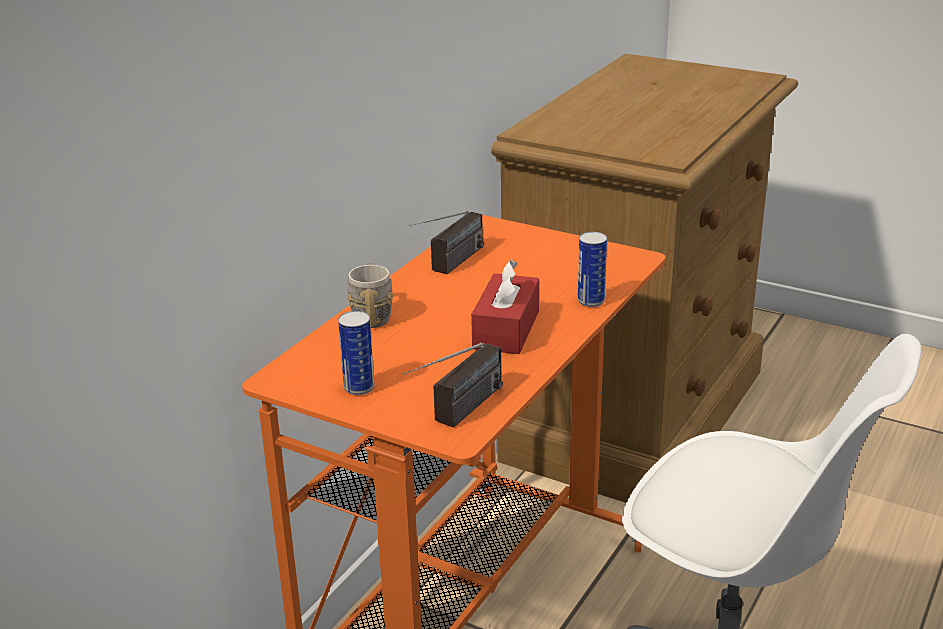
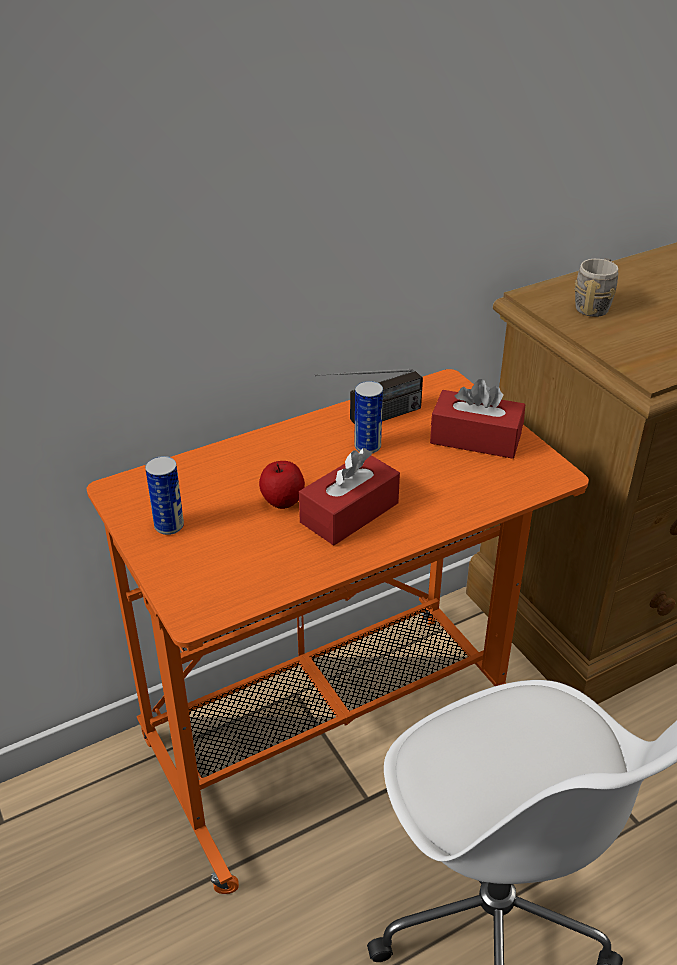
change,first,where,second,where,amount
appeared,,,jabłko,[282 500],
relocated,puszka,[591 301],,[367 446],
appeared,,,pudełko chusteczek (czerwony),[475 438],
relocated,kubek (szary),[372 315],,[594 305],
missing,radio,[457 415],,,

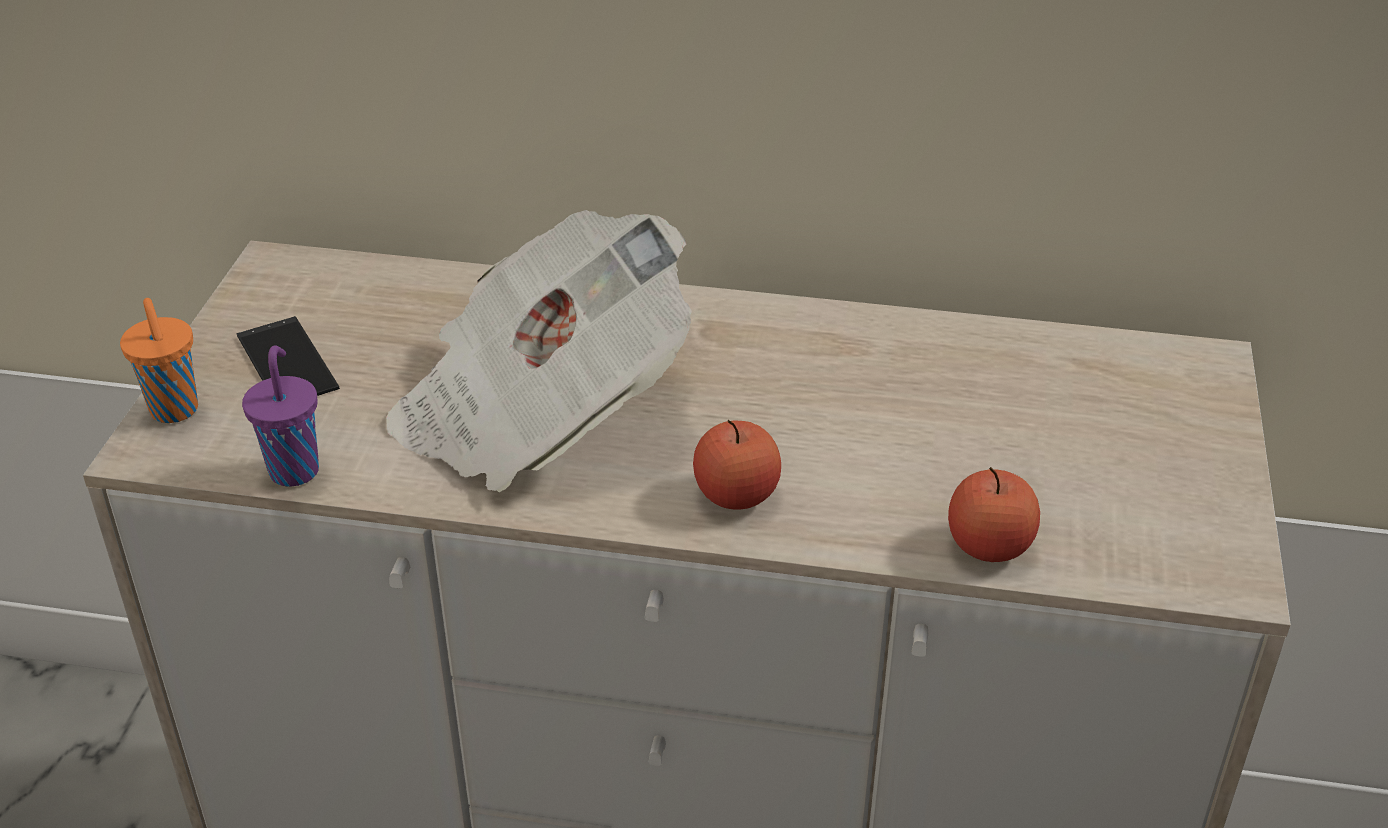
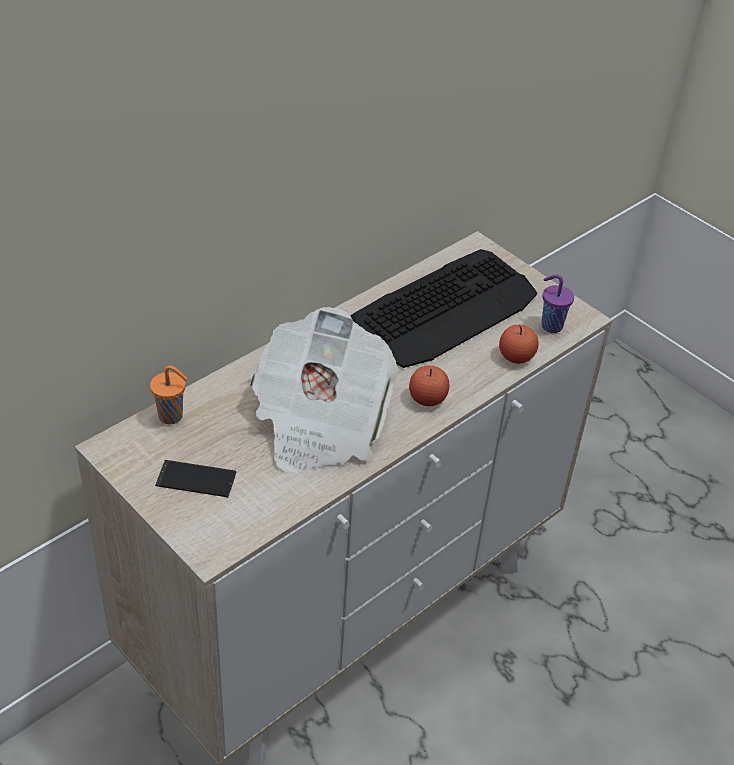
change,first,where,second,where,amount
relocated,filiżanka (pomarańczowy),[175 411],,[172 416],
appeared,,,klawiatura,[445 309],
relocated,filiżanka (fioletowy),[294 469],,[550 325],

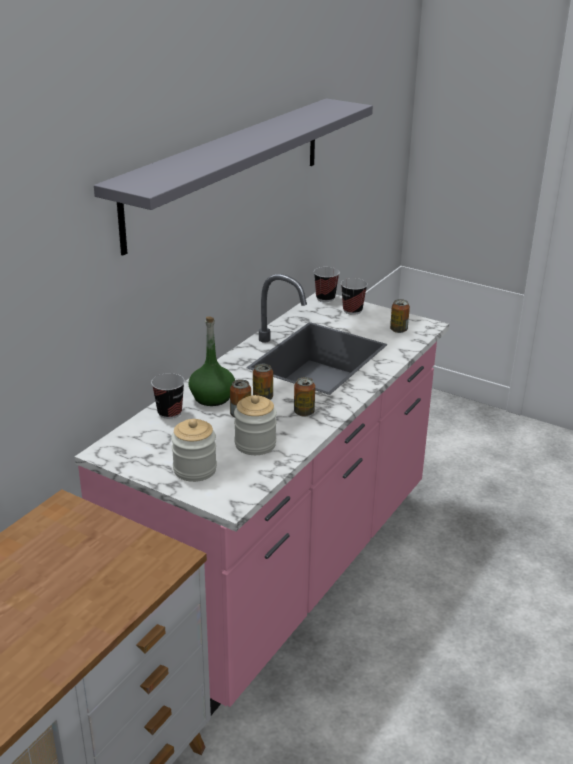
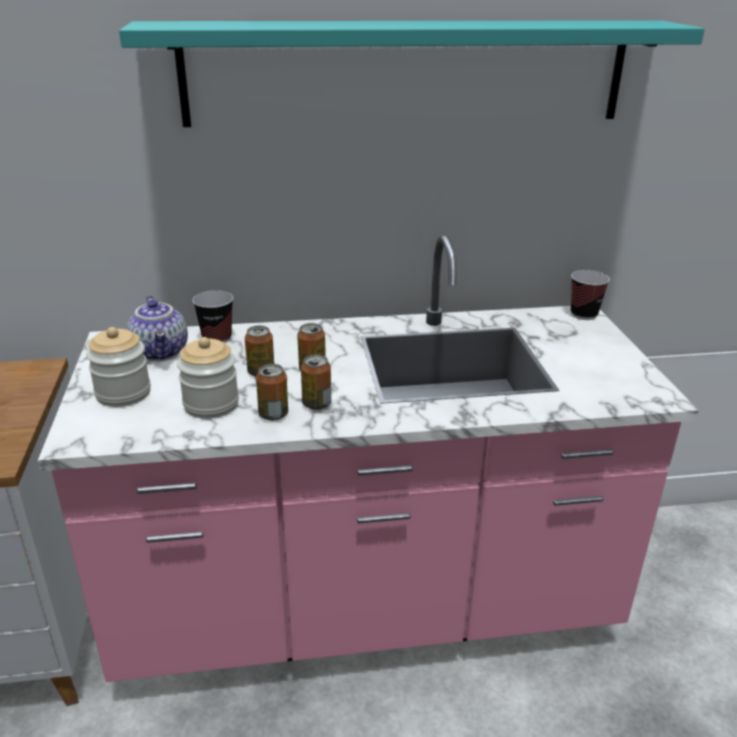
change,first,where,second,where,amount
colour,półka (szary),[228 169],półka (turkusowy),[407 73],
appeared,,,imbryk,[162 352],
relocated,puszka,[398 330],,[273 414],
missing,butelka (zielony),[212 397],,,
missing,filiżanka,[352 310],,,

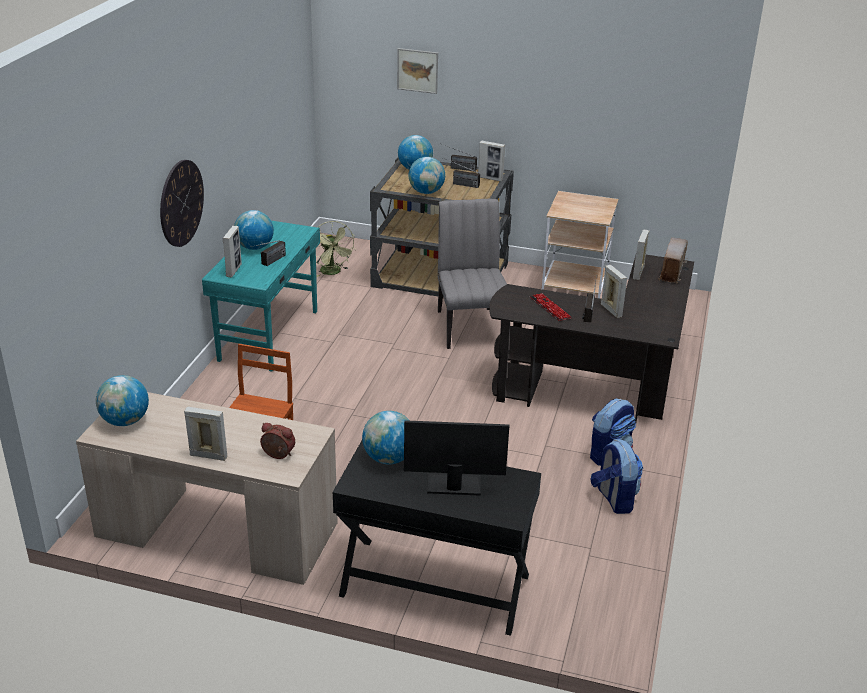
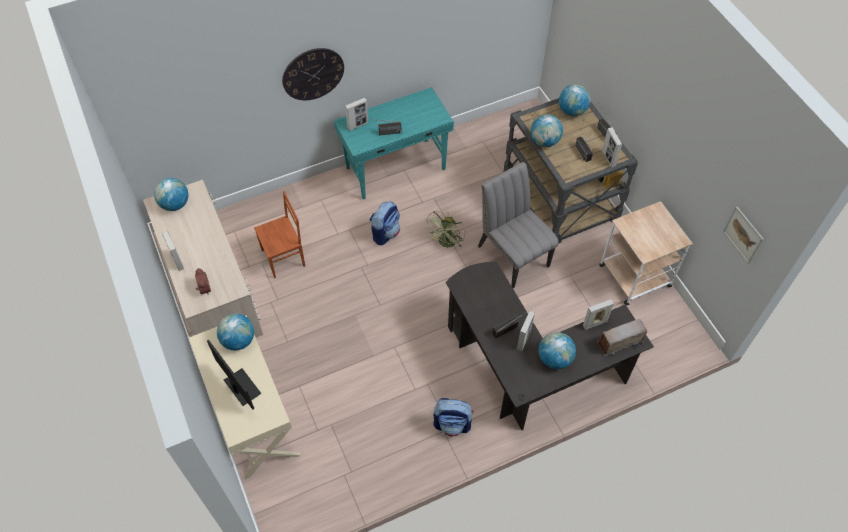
change,first,where,second,where,amount
colour,stolik konsolowy (czarny),[434 586],stolik konsolowy (beżowy),[253 416],
relocated,plecak,[614 499],,[385 233],
relocated,wentylator (zielony),[333 272],,[446 243],
spun,krzesło (szary),[469 328],,[513 256],75 degrees counterclockwise
relocated,globus,[254 247],,[554 358],
relocated,obraz,[417 70],,[743 234],
missing,klawiatura,[550 308],,,

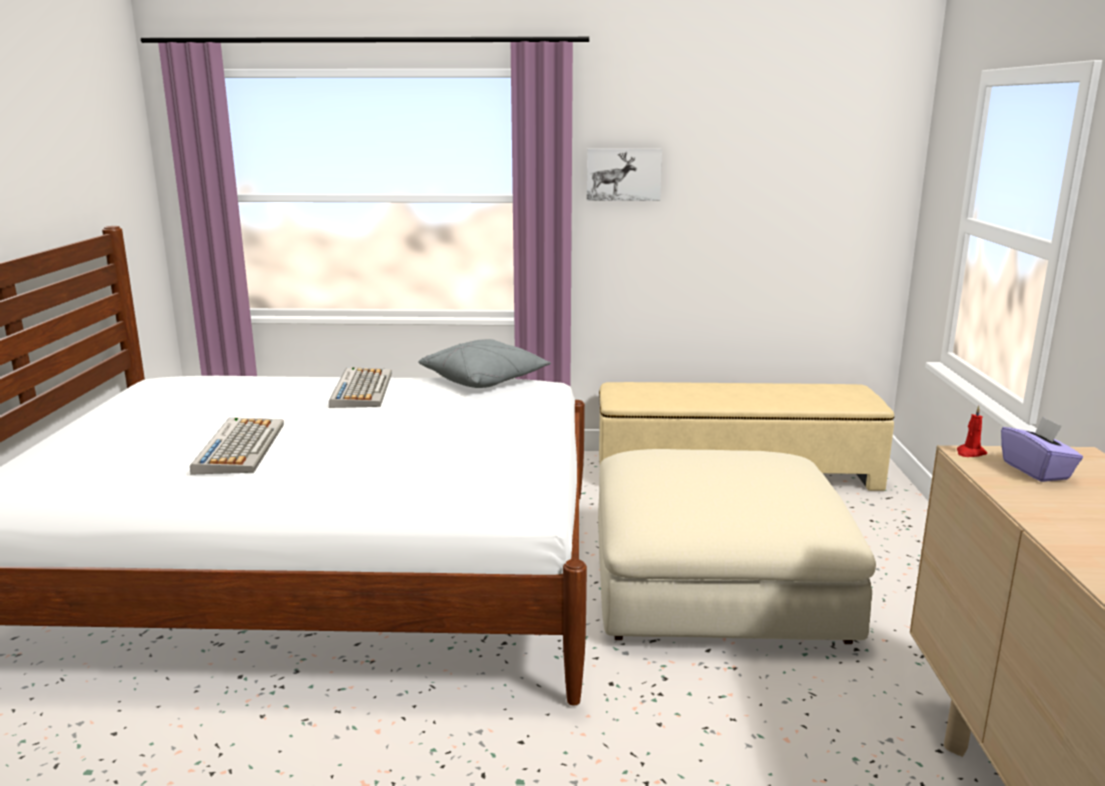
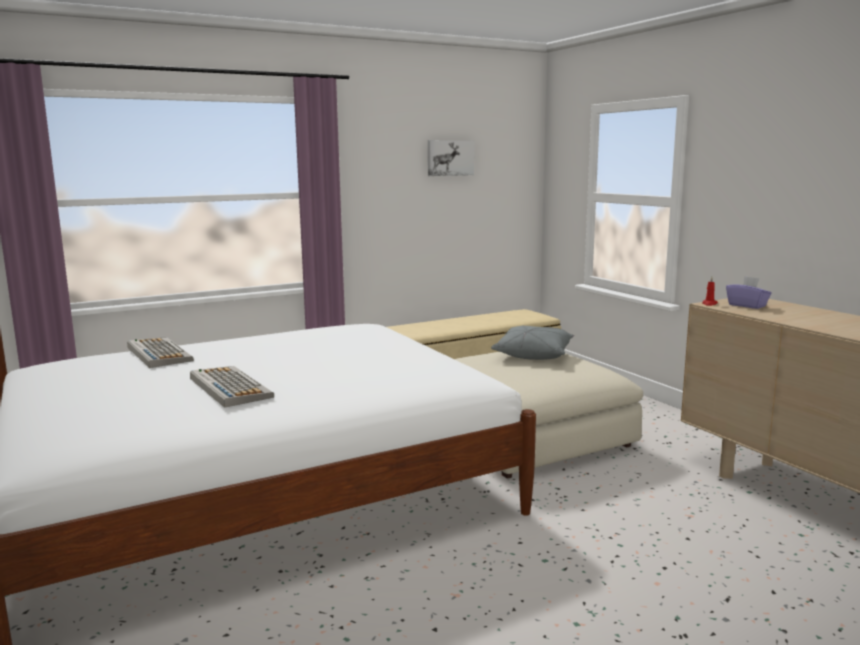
change,first,where,second,where,amount
relocated,klawiatura,[361 389],,[158 353],
relocated,obraz,[623 174],,[450 158],
relocated,poduszka (szary),[485 380],,[533 355],

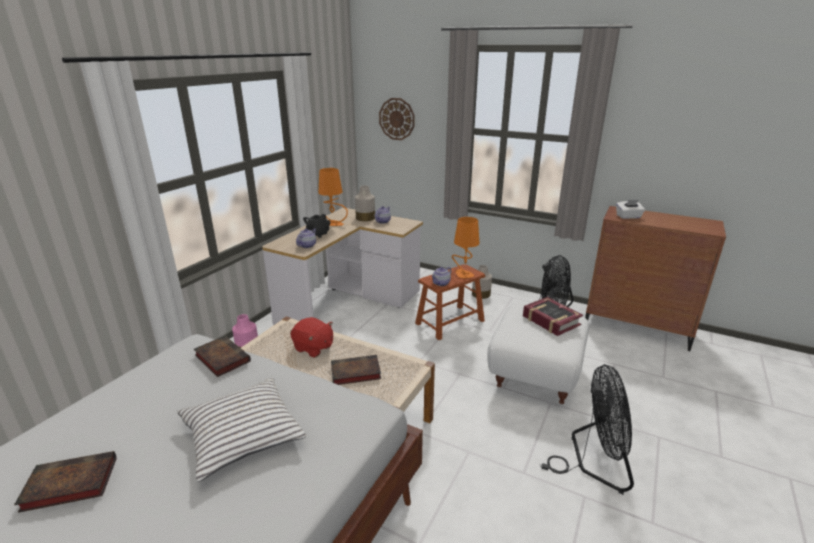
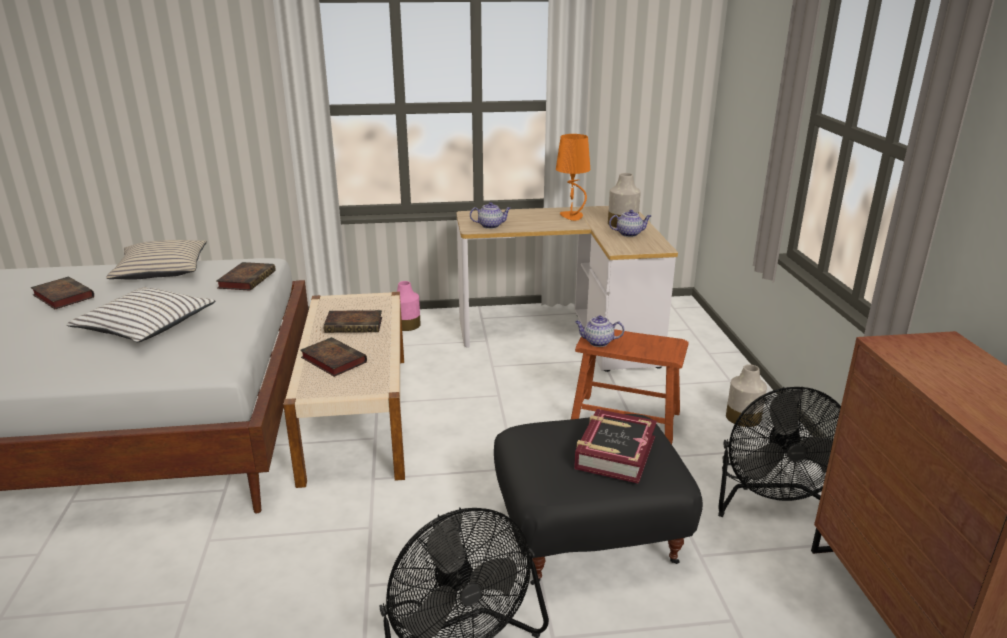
change,first,where,second,where,amount
appeared,,,poduszka (beżowy),[161 270],
exchanged,pluszak (czerwony),[313 348],książka,[355 325],
colour,pufa (biały),[534 374],pufa (czarny),[589 534],
missing,imbryk (czarny),[317 234],,,
missing,zegar ścienny,[397 119],,,
missing,lampa stołowa (pomarańczowy),[463 274],,,
missing,pudełko chusteczek (biały),[628 217],,,

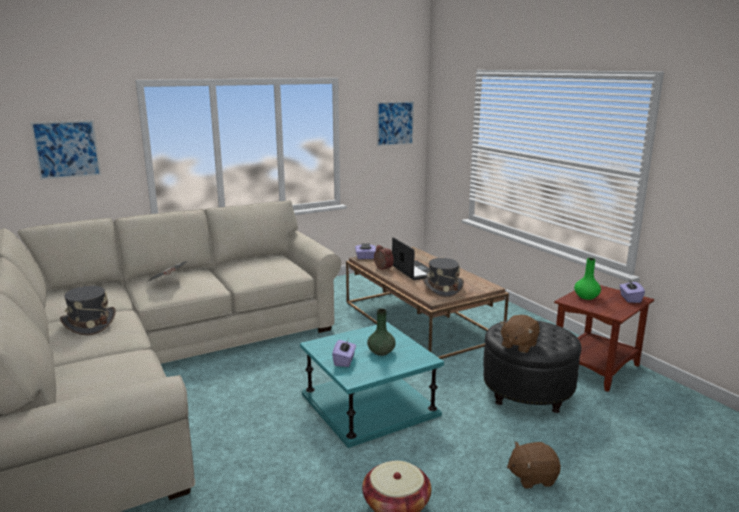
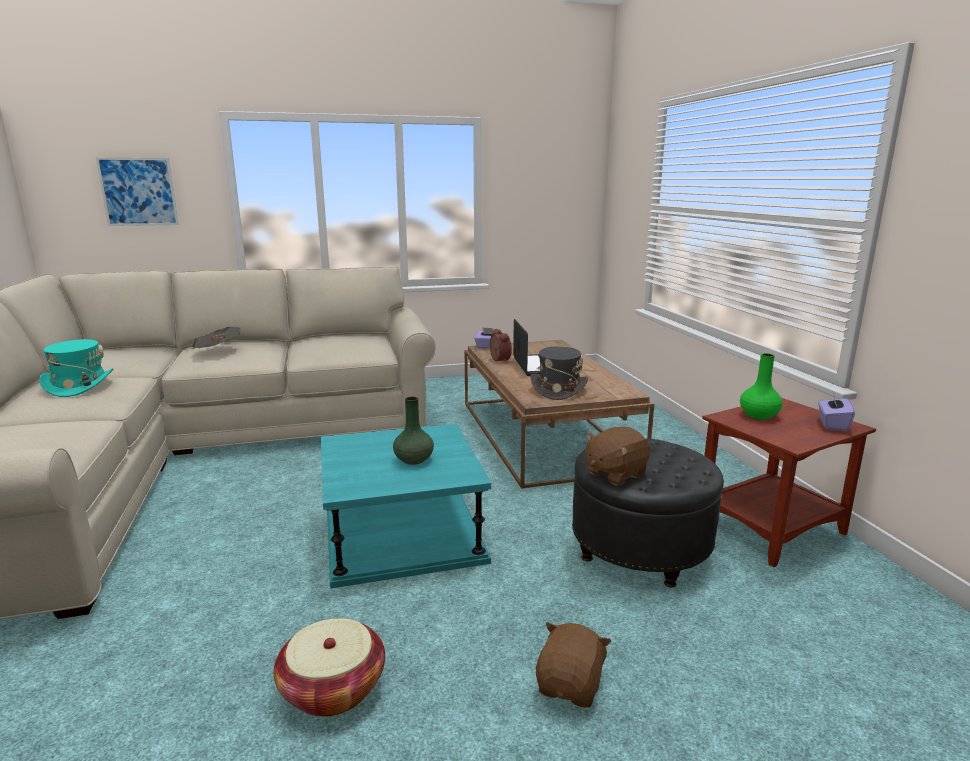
change,first,where,second,where,amount
colour,kapelusz (szary),[89 324],kapelusz (turkusowy),[79 385],
spun,pluszak (brązowy),[532 477],,[571 685],105 degrees clockwise
missing,pudełko chusteczek (fioletowy),[344 361],,,
missing,obraz,[395 123],,,

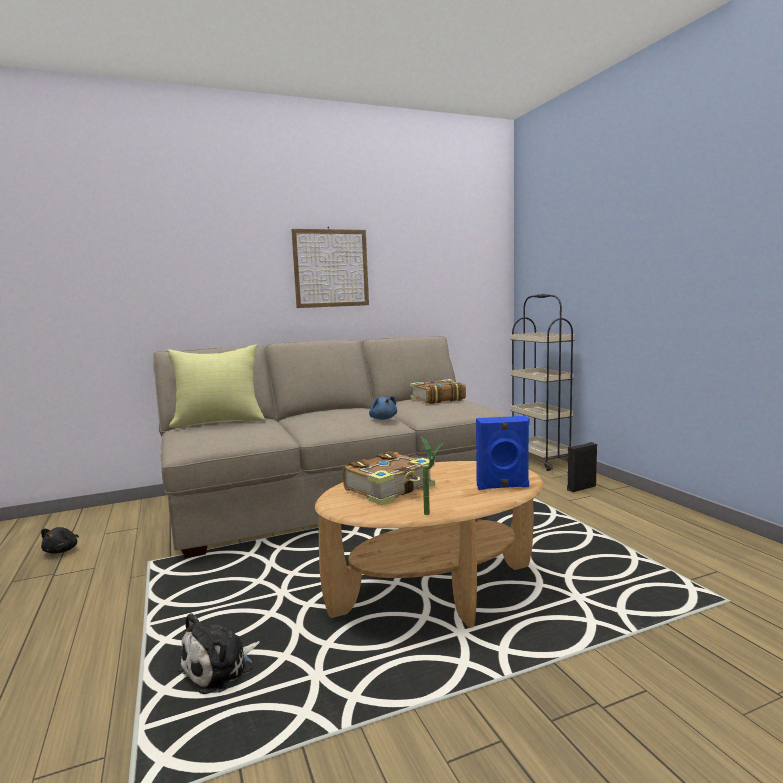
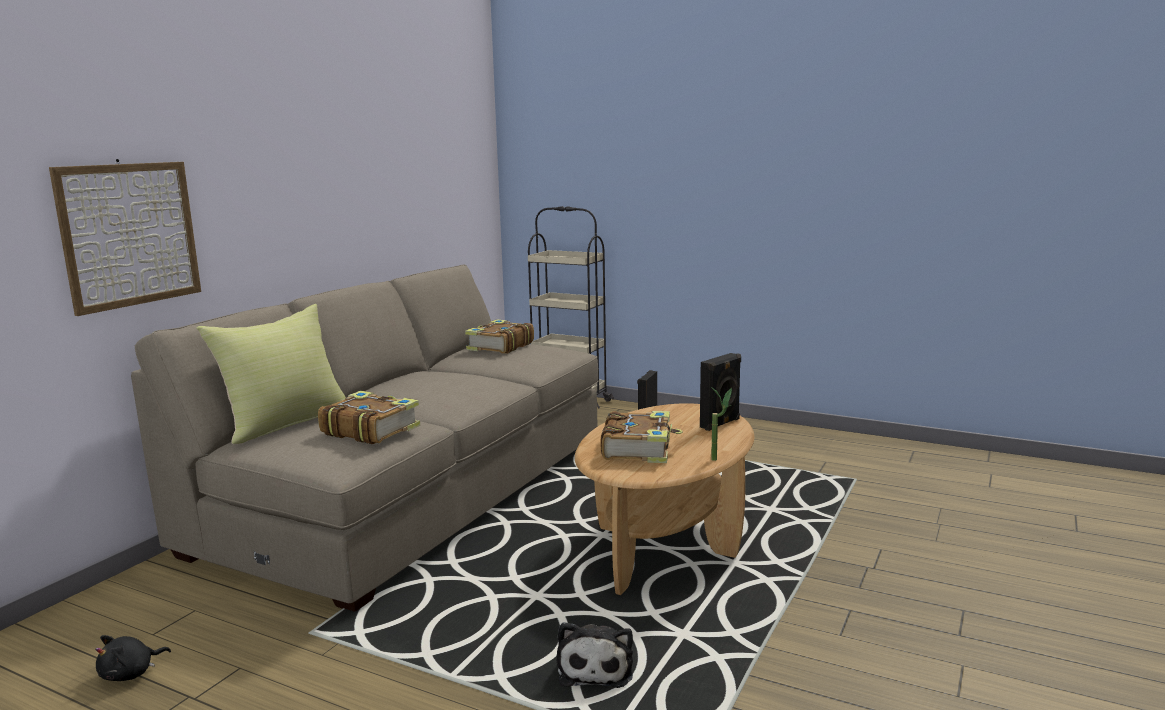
change,first,where,second,where,amount
relocated,obraz,[331 267],,[129 232],
spun,pluszak (czarny),[62 550],,[131 674],75 degrees clockwise
appeared,,,książka,[370 430],
colour,głośnik (niebieski),[502 487],głośnik (czarny),[721 424],
missing,pluszak (niebieski),[383 419],,,

